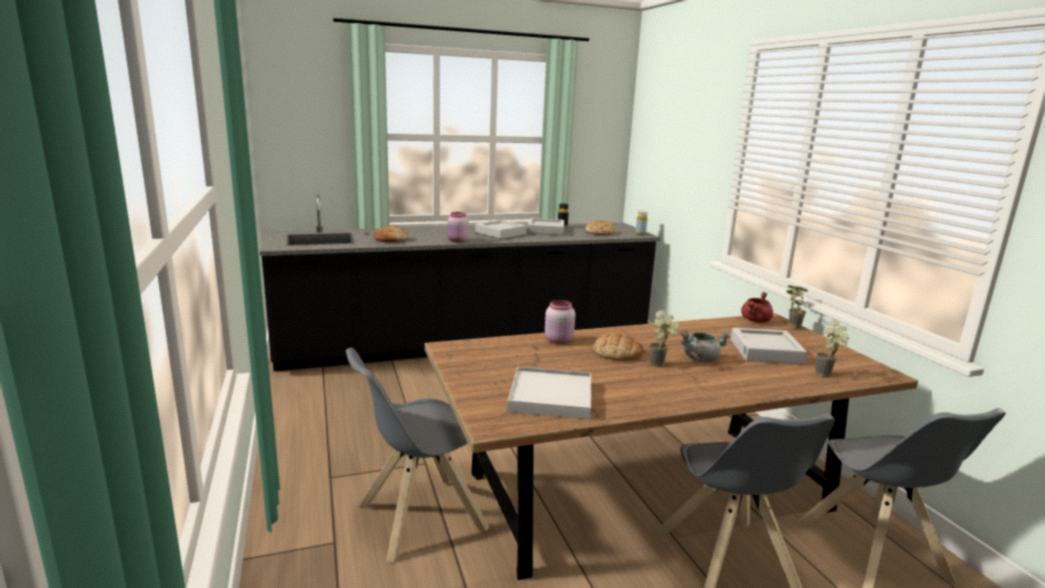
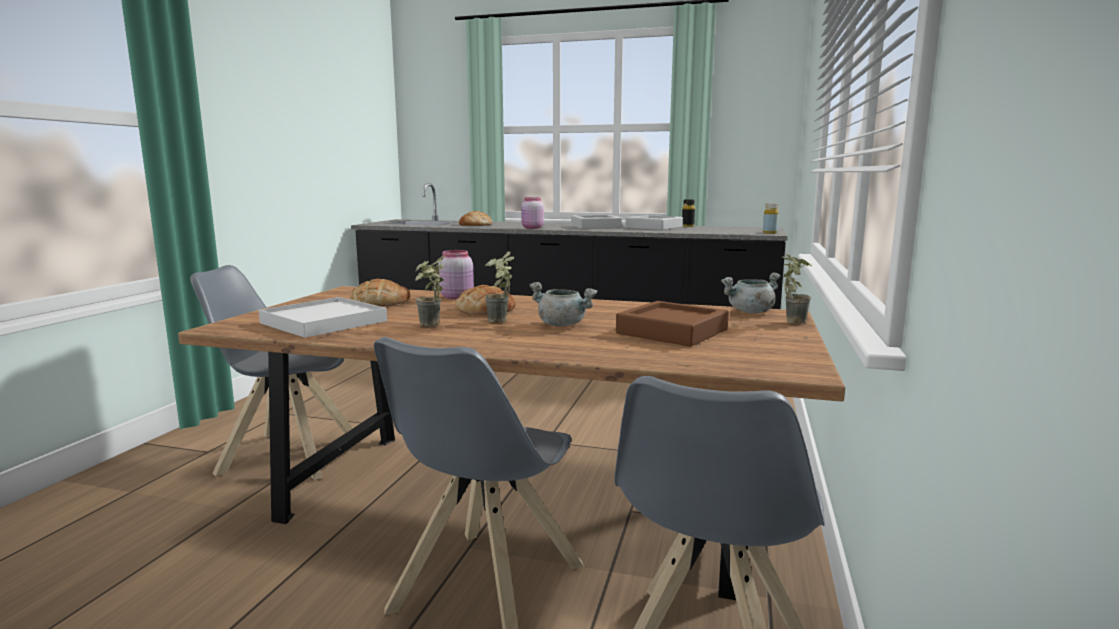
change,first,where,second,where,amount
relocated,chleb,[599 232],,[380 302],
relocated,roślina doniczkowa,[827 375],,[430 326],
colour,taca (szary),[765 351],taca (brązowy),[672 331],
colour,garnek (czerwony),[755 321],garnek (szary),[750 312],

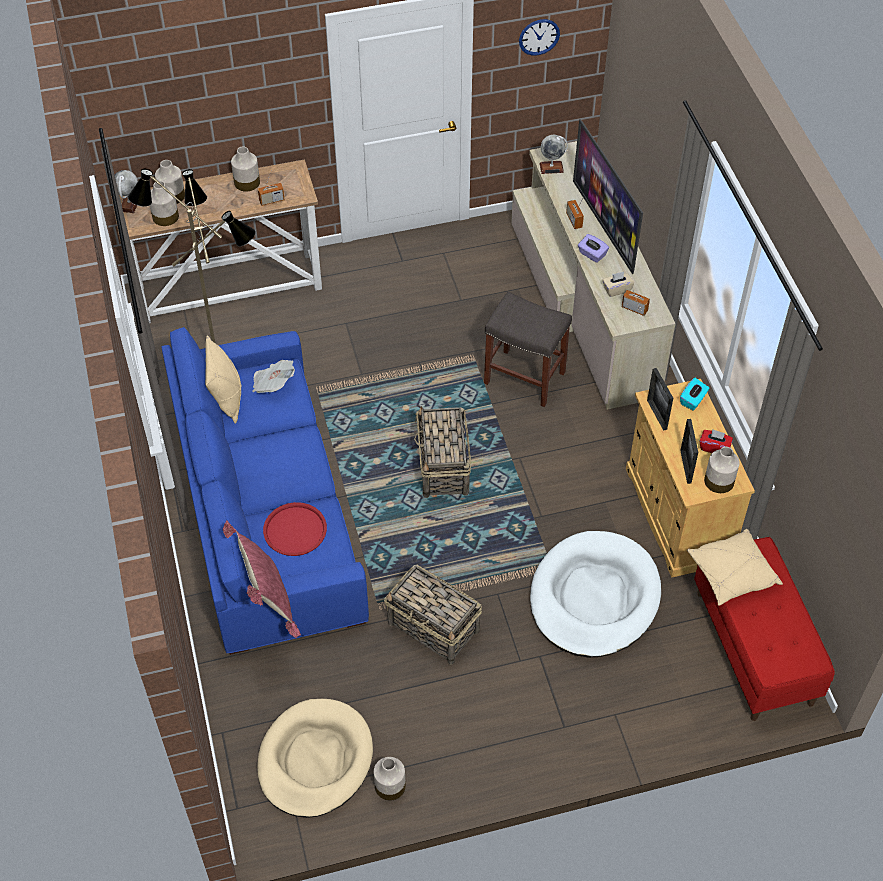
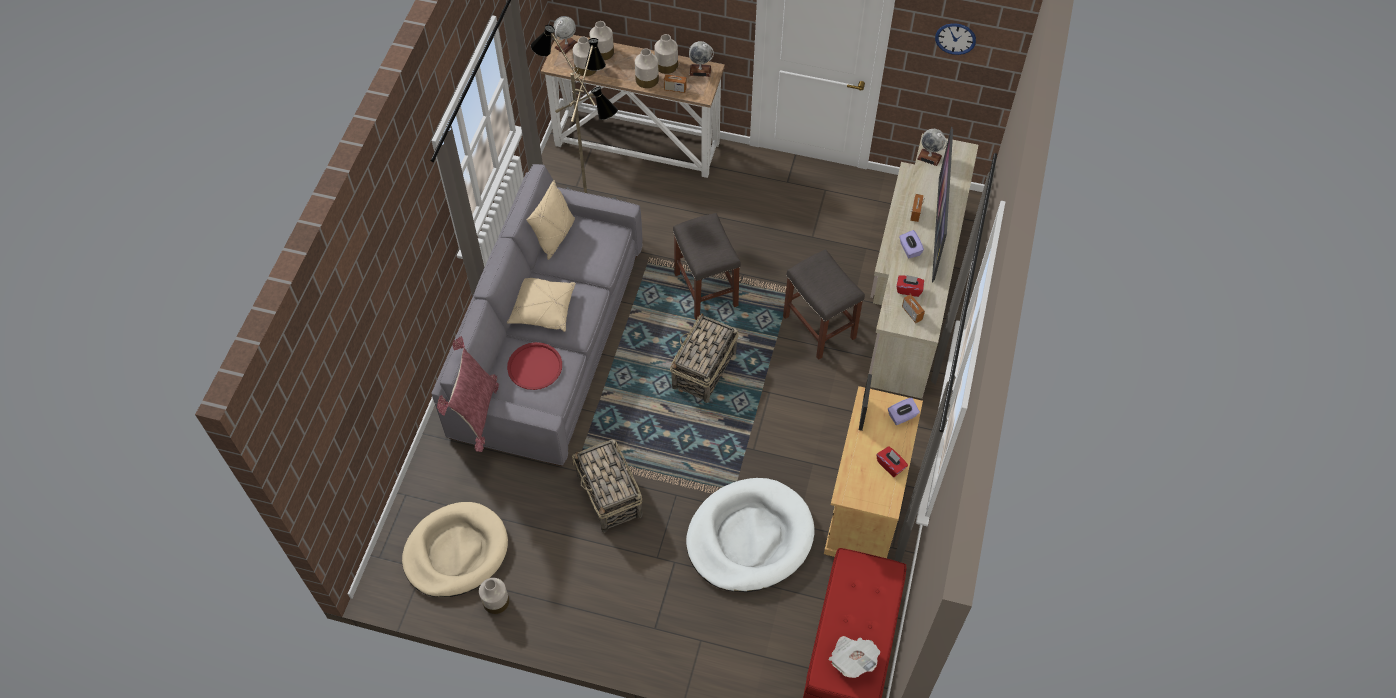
change,first,where,second,where,amount
colour,kanapa (niebieski),[267 509],kanapa (szary),[549 338],
relocated,poduszka (beżowy),[731 574],,[542 309],
relocated,wazon (beżowy),[719 480],,[647 79],
appeared,,,stołek (szary),[706 290],
appeared,,,globus,[700 70],
relocated,gazeta,[273 384],,[852 659],
colour,pudełko chusteczek (turkusowy),[693 400],pudełko chusteczek (fioletowy),[902 416],
colour,pudełko chusteczek (beżowy),[617 289],pudełko chusteczek (czerwony),[909 290],
missing,ramka na zdjęcie,[685 466],,,

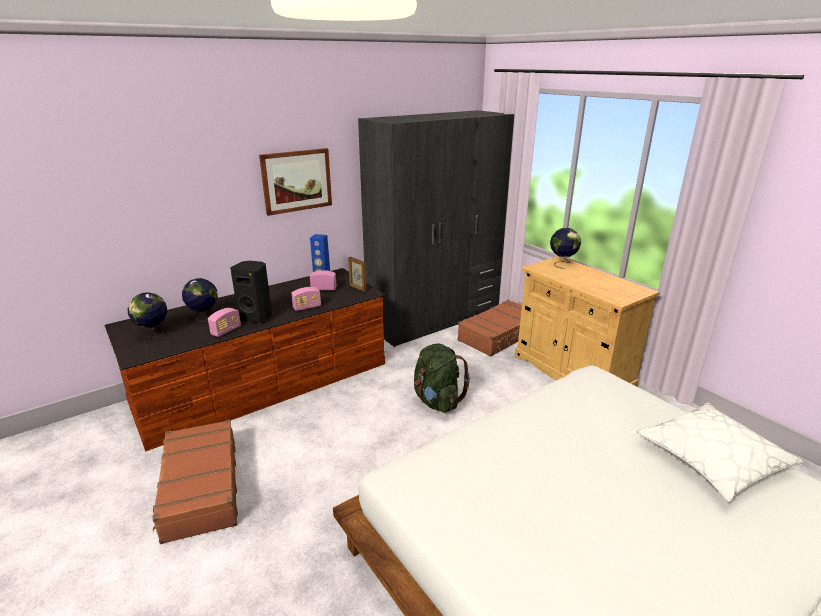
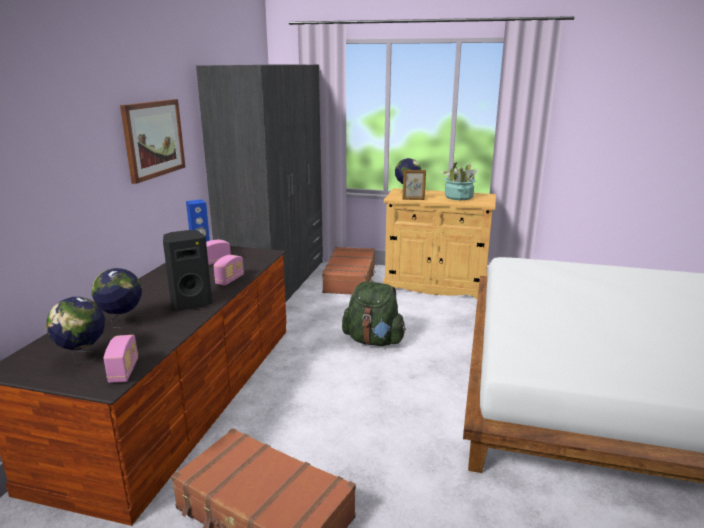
change,first,where,second,where,amount
relocated,radio,[226 331],,[124 371],
relocated,ramka na zdjęcie,[357 288],,[413 199],
appeared,,,roślina doniczkowa,[458 197],
missing,poduszka (biały),[712 459],,,

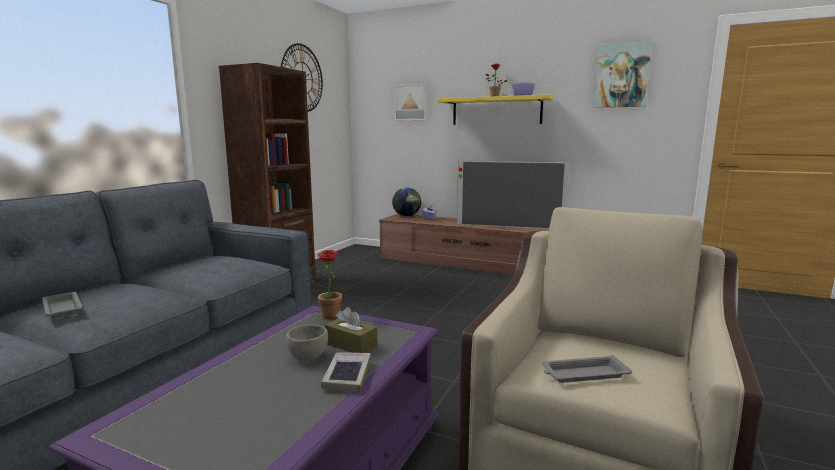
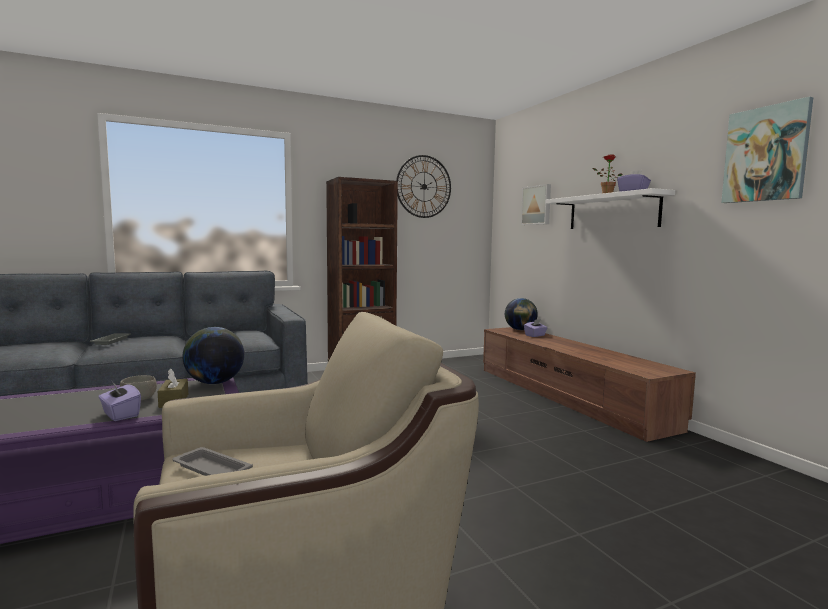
change,first,where,second,where,amount
exchanged,książka,[347 376],pudełko chusteczek (fioletowy),[120 414],
exchanged,roślina doniczkowa,[329 317],globus,[214 383],
colour,półka (żółty),[496 111],półka (biały),[612 212],
missing,telewizor,[509 227],,,

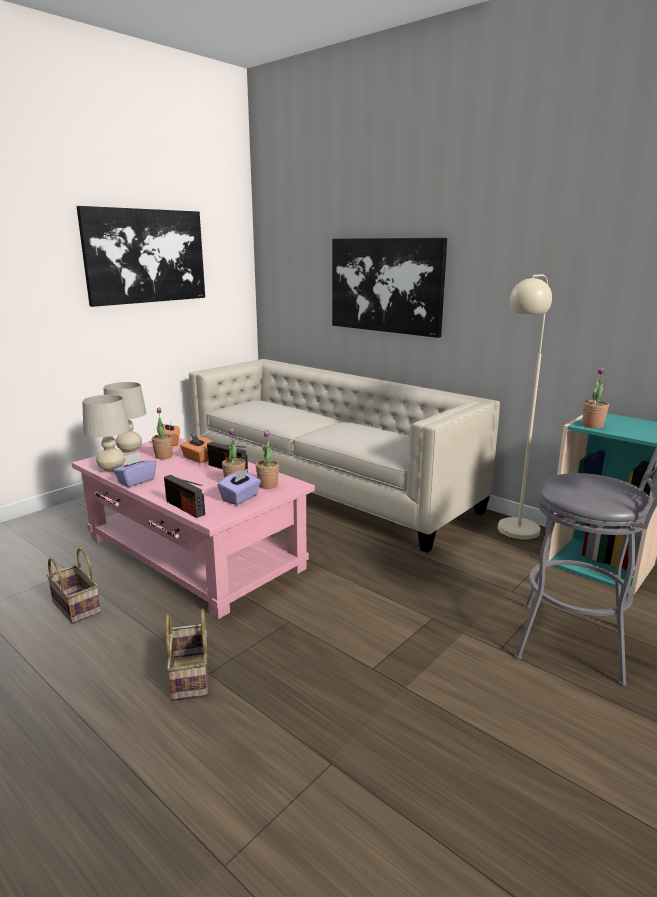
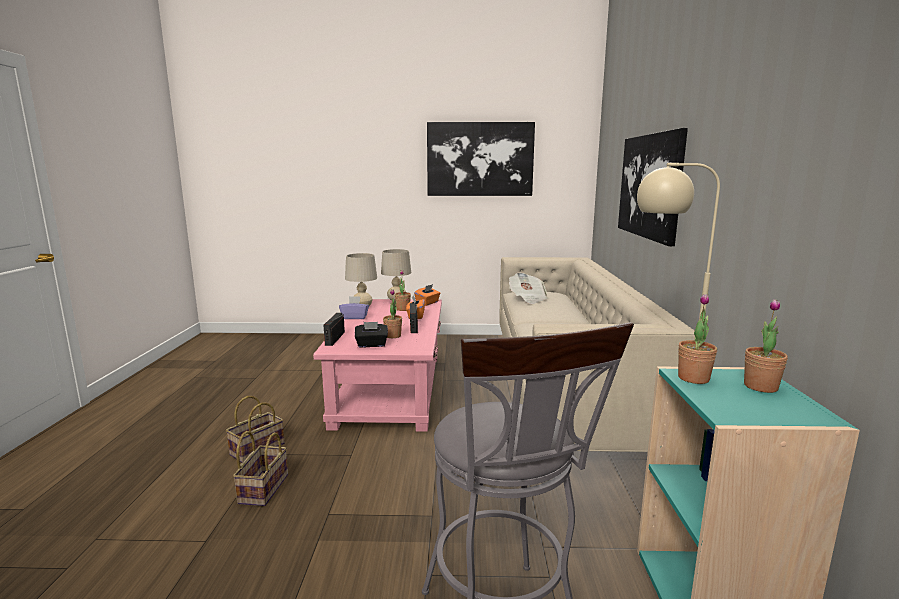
change,first,where,second,where,amount
relocated,koszyk,[74 607],,[263 488],
colour,pudełko chusteczek (fioletowy),[240 498],pudełko chusteczek (czarny),[371 345],
appeared,,,gazeta,[527 299],
relocated,roślina doniczkowa,[268 485],,[760 387],

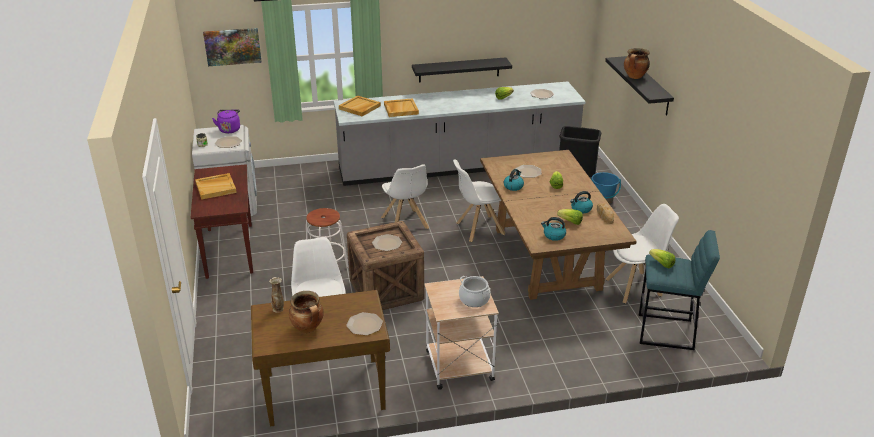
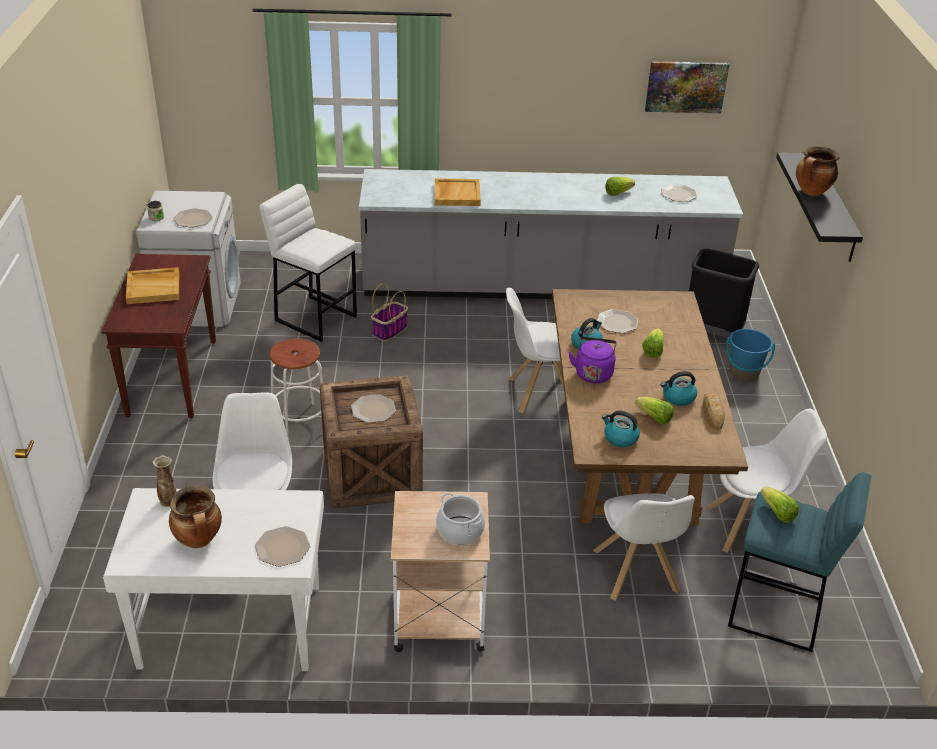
change,first,where,second,where,amount
colour,biurko (brązowy),[324 391],biurko (biały),[230 625],
appeared,,,stołek (biały),[314 318],
appeared,,,koszyk,[390 330],
relocated,czajnik (fioletowy),[229 129],,[593 373],
relocated,krzesło (biały),[405 224],,[637 574],
relocated,obraz,[232 46],,[686 86],
missing,taca (beżowy),[359 107],,,
missing,półka (czarny),[459 70],,,

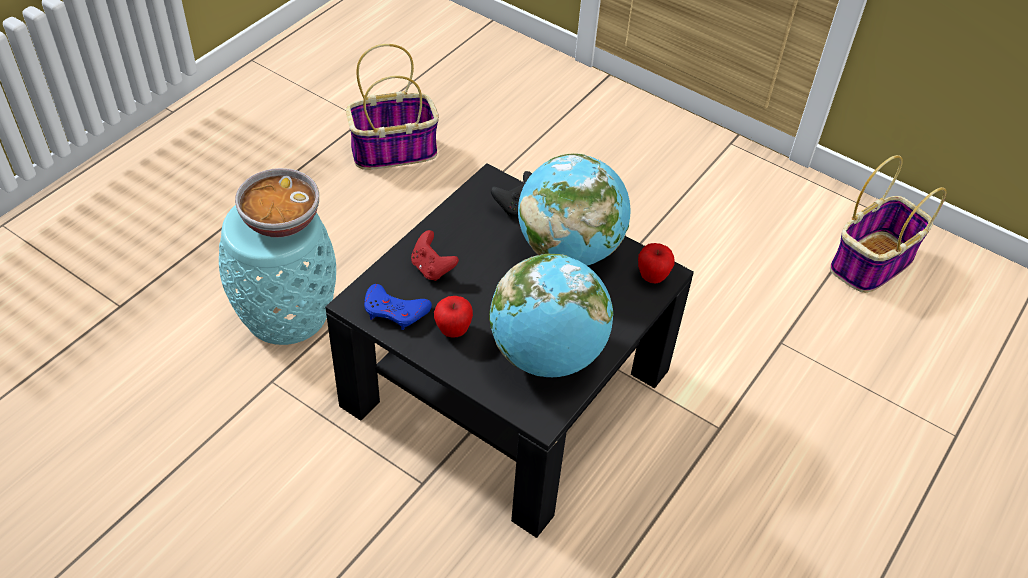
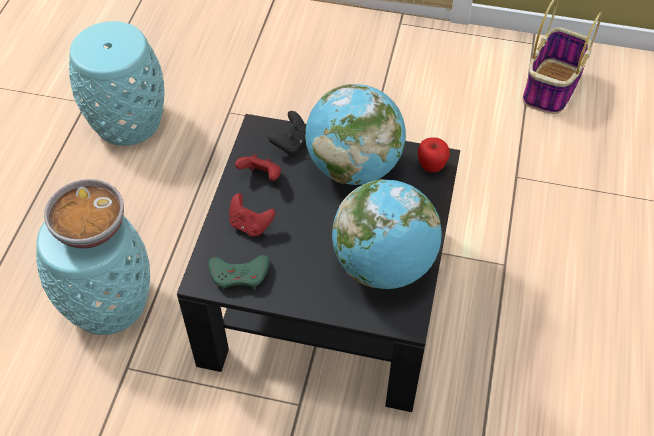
change,first,where,second,where,amount
exchanged,koszyk,[395 150],stołek (turkusowy),[128 121],
colour,pad do gier (niebieski),[395 311],pad do gier (zielony),[239 275],
appeared,,,pad do gier (czerwony),[261 176],
missing,jabłko,[453 330],,,

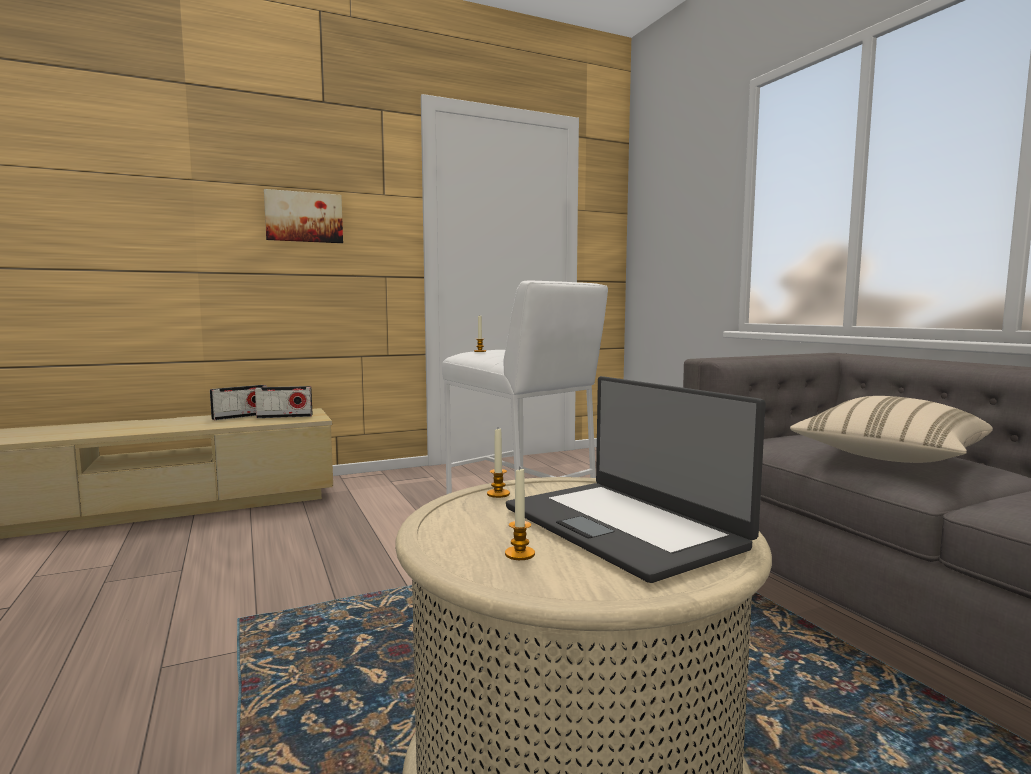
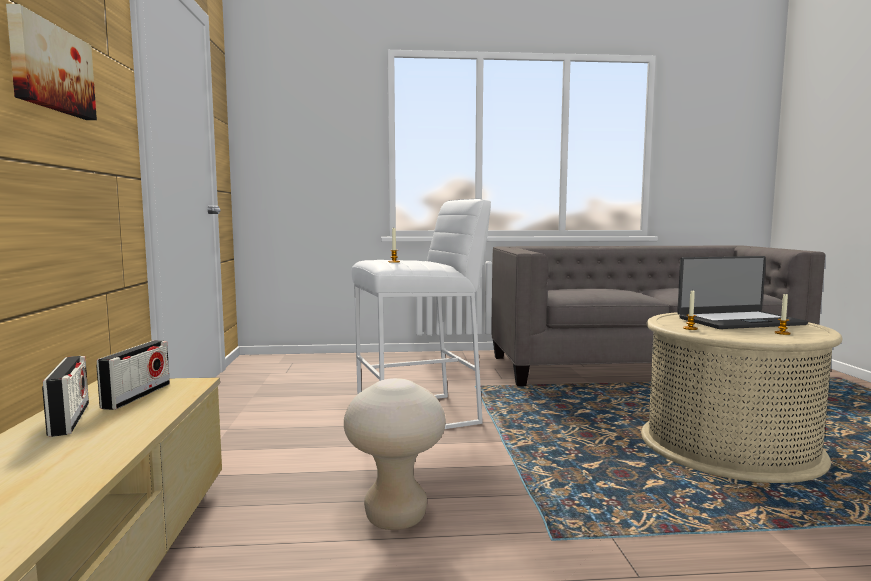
change,first,where,second,where,amount
appeared,,,stołek (beżowy),[395 517],
missing,poduszka (beżowy),[888 458],,,

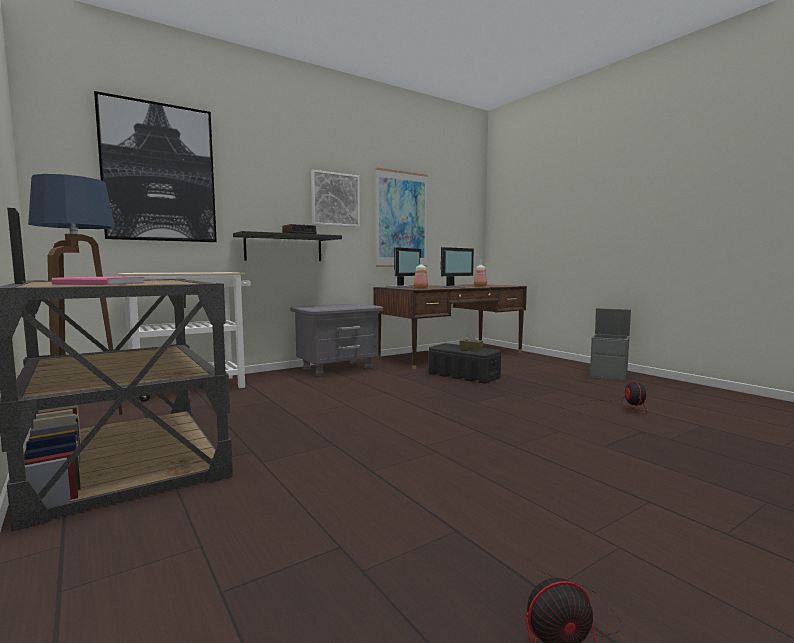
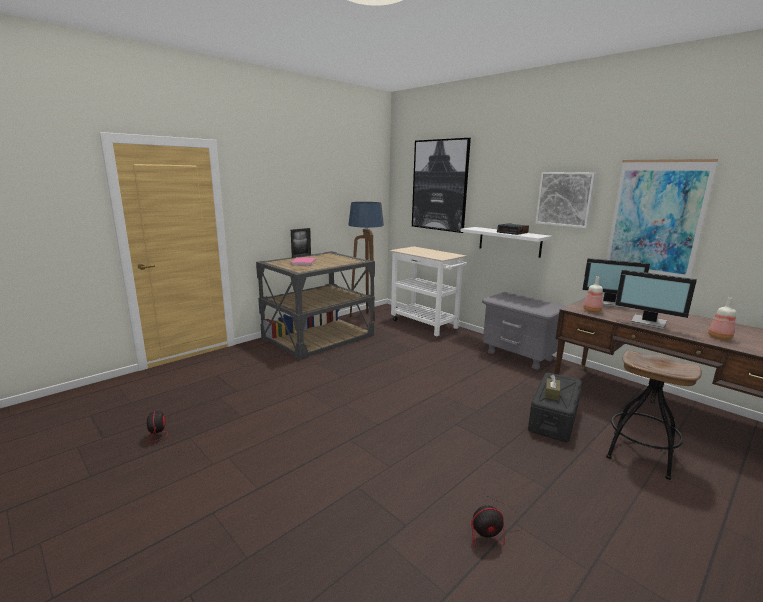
change,first,where,second,where,amount
colour,półka (czarny),[284 248],półka (biały),[509 241],
appeared,,,stołek (brązowy),[639 454],
missing,pojemnik do przechowywania (szary),[609 376],,,

